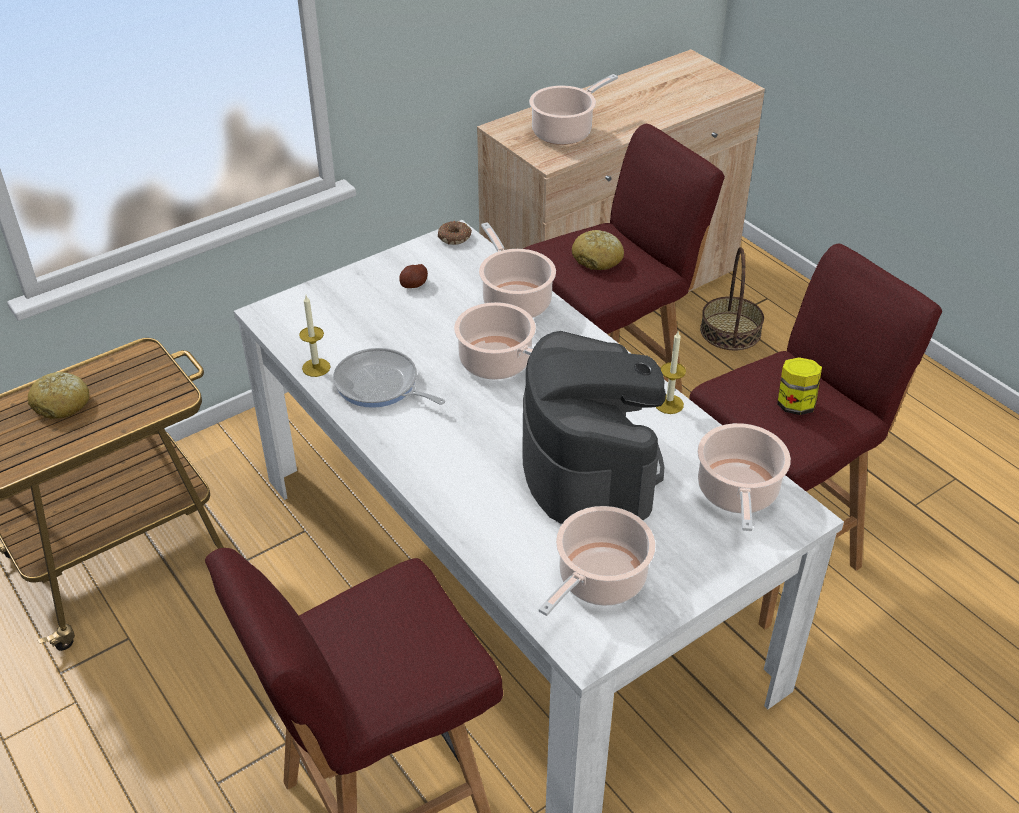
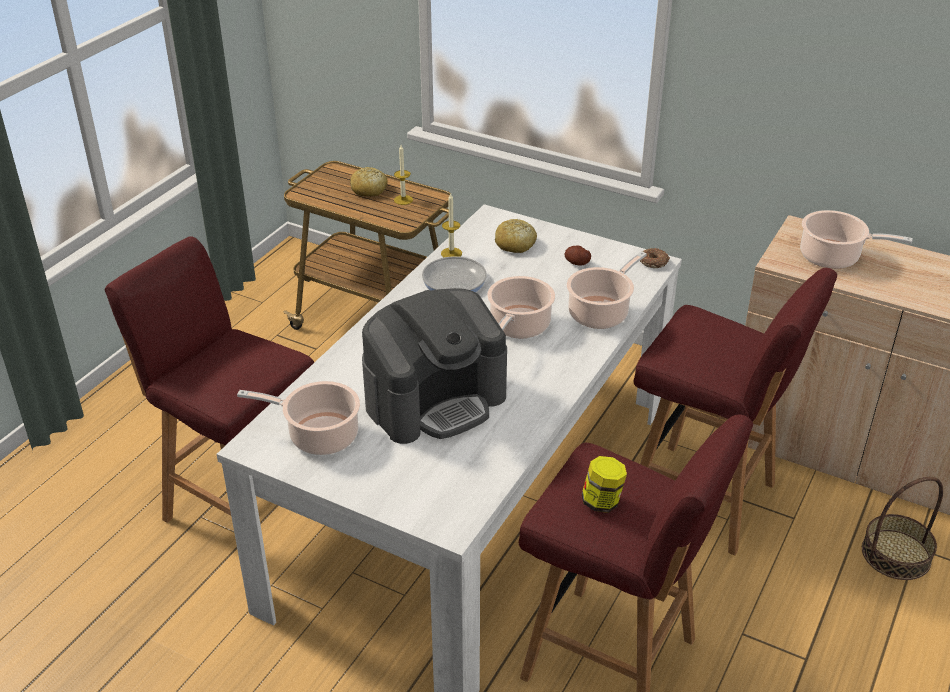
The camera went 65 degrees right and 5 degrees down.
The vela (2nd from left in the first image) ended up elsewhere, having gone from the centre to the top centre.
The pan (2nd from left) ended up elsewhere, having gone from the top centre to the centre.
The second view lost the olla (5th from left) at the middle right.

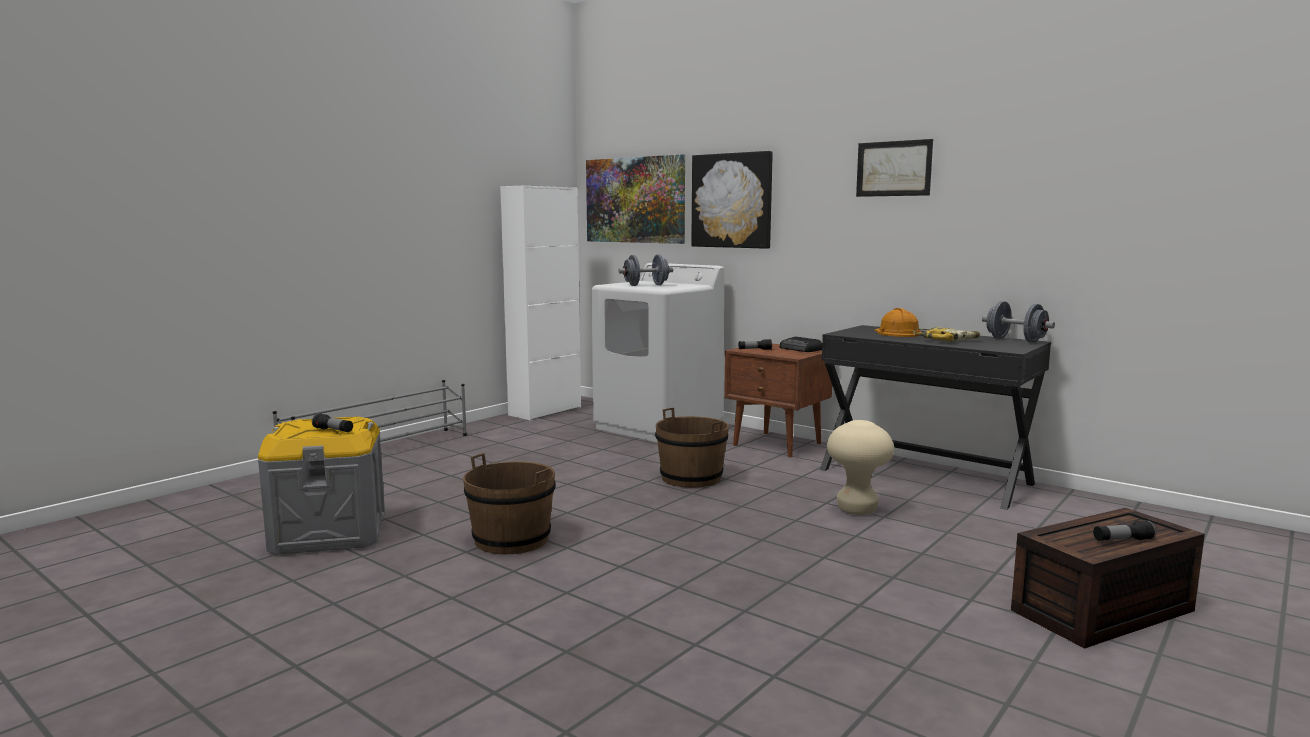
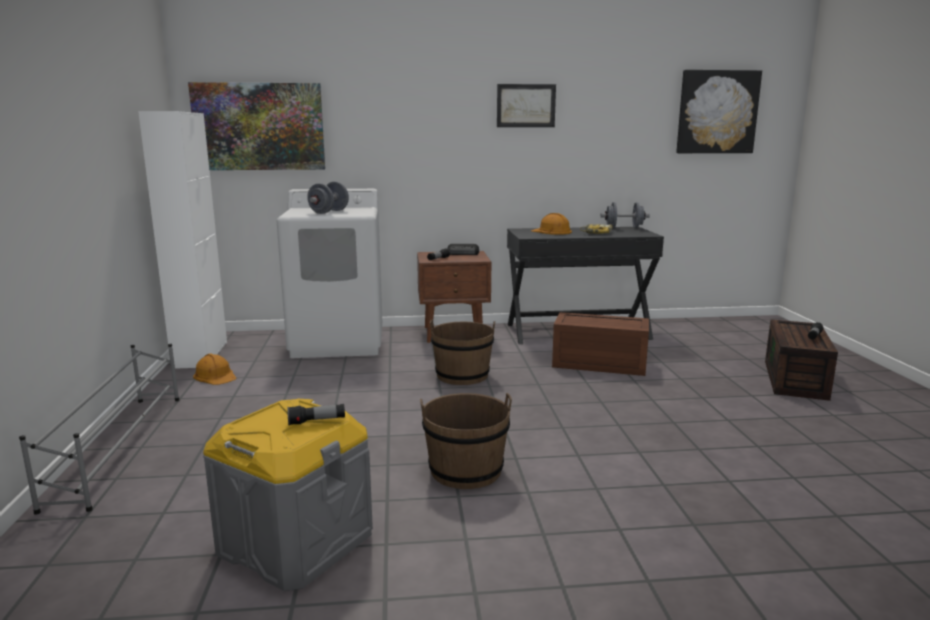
The camera went 45 degrees left and 5 degrees up.
The second view gained the casco/naranja (1st from left) at the middle left.
Where the taburete/beis stood at the centre, the caja de almacenaje/marrón (1st from left) came to stand at the centre.
The cuadro (2nd from left in the first image) ended up elsewhere, having gone from the top centre to the top right.

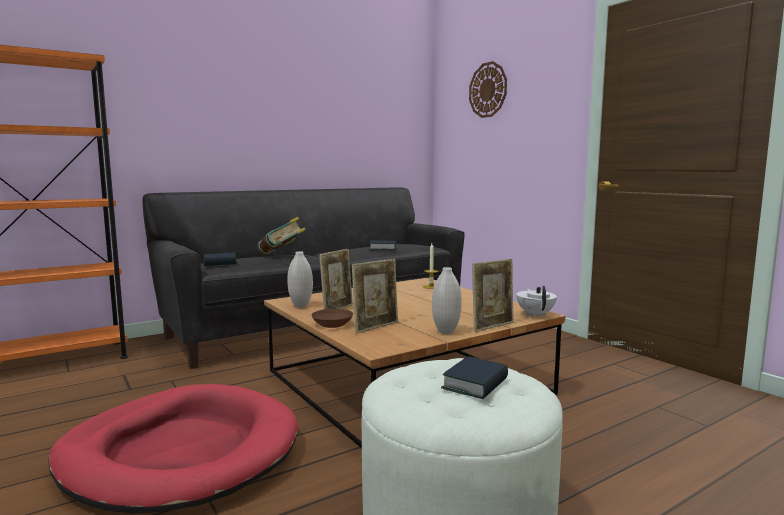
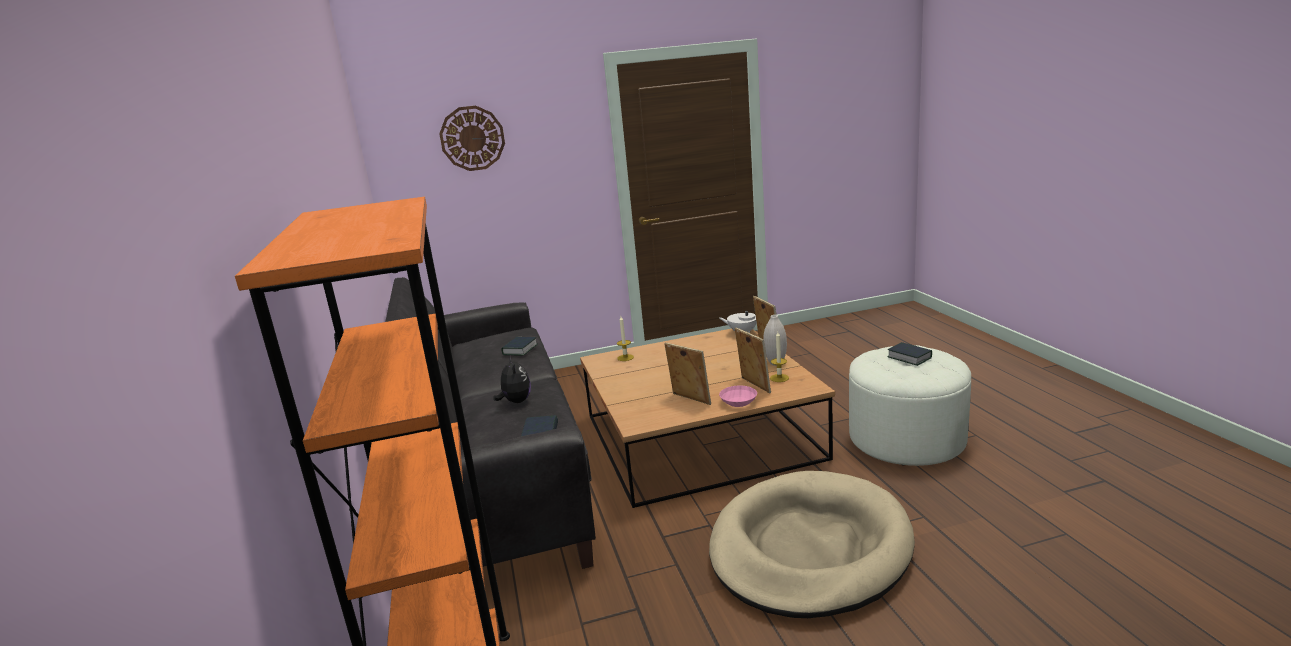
The camera went 70 degrees left and 10 degrees up.
Where the libro (2nd from left) stood at the centre, the peluche came to stand at the centre.
What was the cama para perro/rojo at the bottom left turned into the cama para perro/beis at the bottom centre.
What was the cuenco/marrón at the centre turned into the cuenco/rosa at the centre.
The second view gained the vela (2nd from left) at the centre.
The second view lost the florero/blanco (1st from left) at the centre.

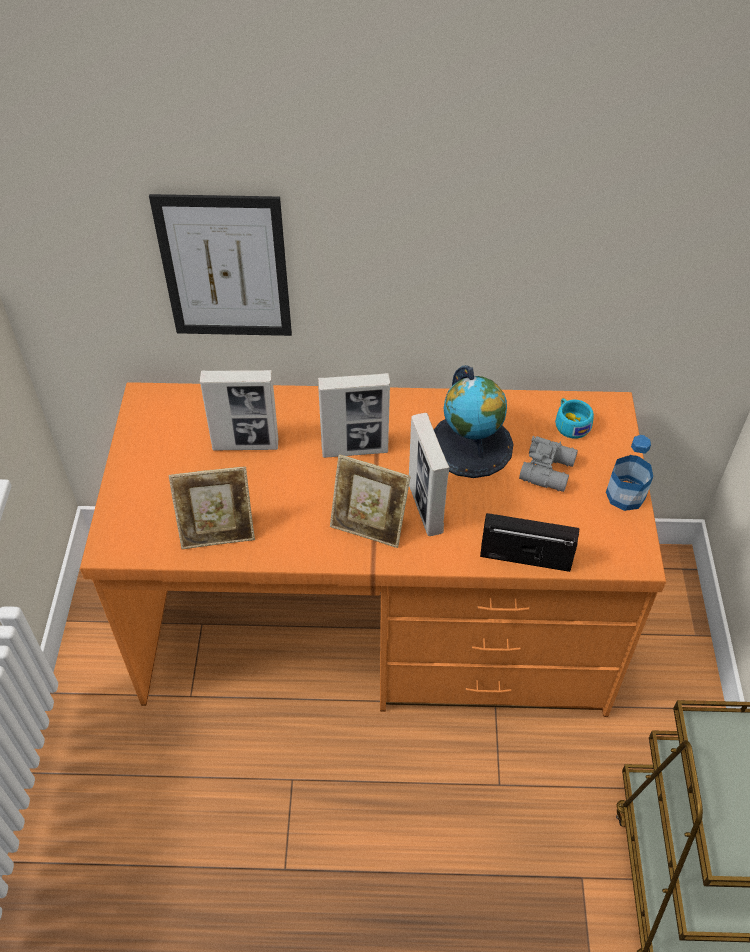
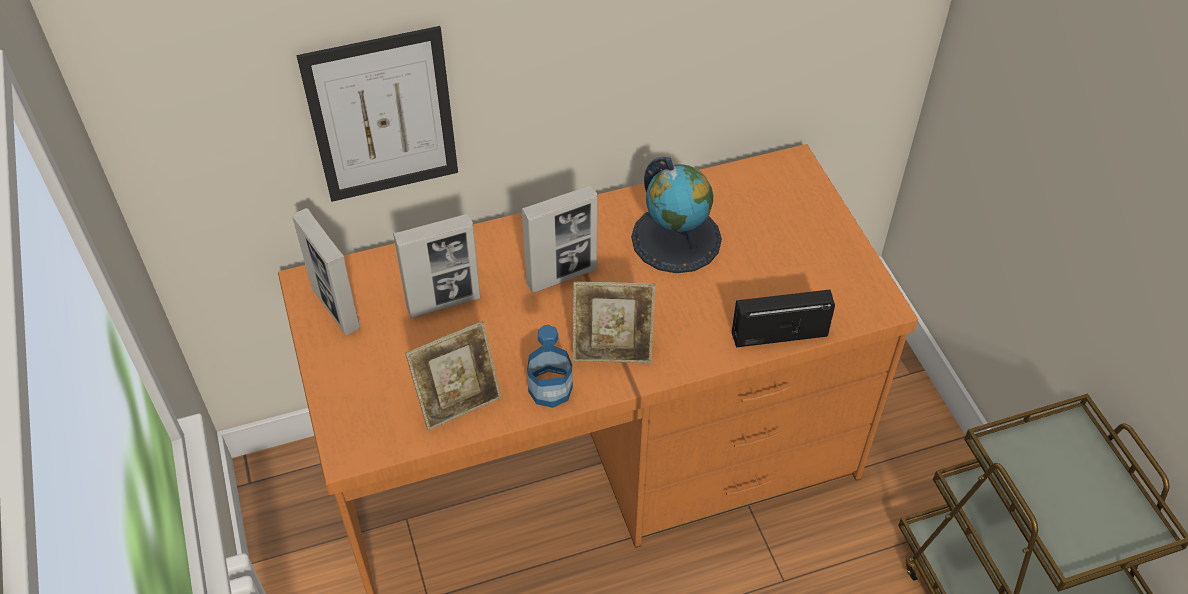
The camera went 20 degrees left and 0 degrees up.
The portarretratos (5th from left in the first image) ended up elsewhere, having gone from the centre to the middle left.
The botella ended up elsewhere, having gone from the middle right to the centre.
The second view lost the prismáticos/gris at the middle right.
The second view lost the taza/turquesa at the middle right.

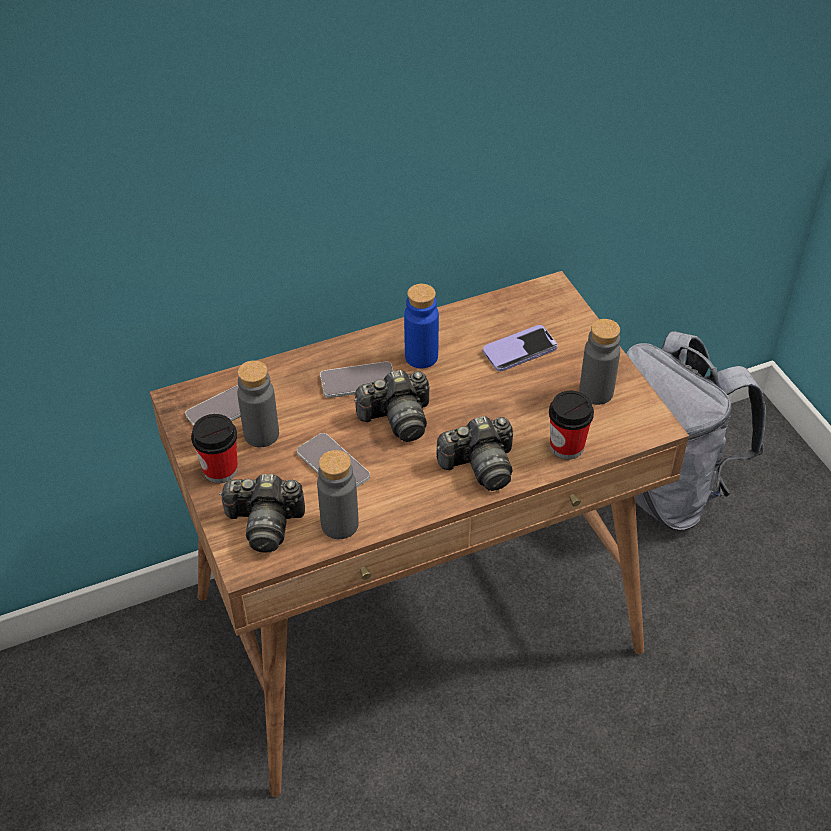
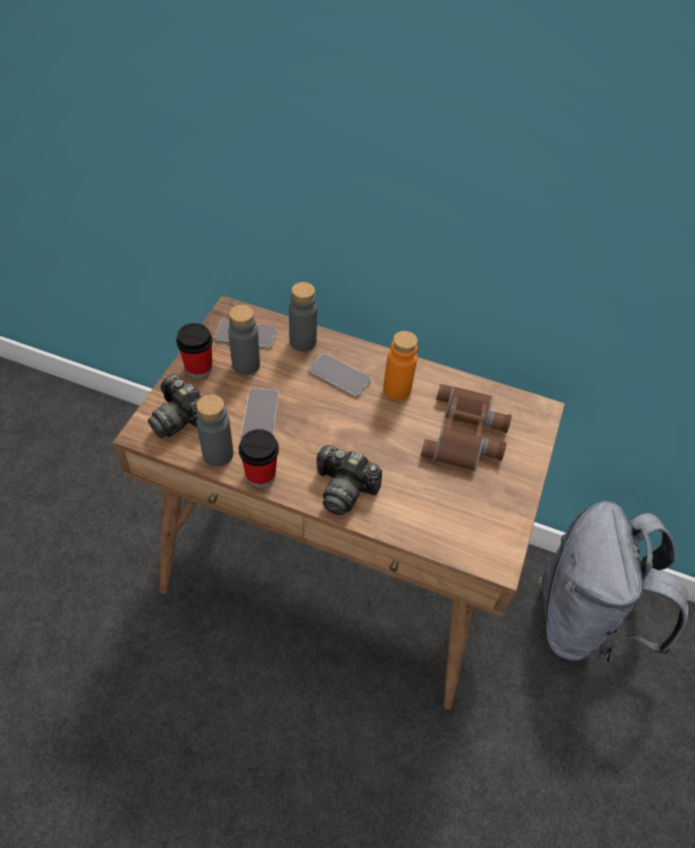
The camera went 40 degrees right and 5 degrees up.
The taza (2nd from left) ended up elsewhere, having gone from the middle right to the centre.
The botella/gris (3rd from left) ended up elsewhere, having gone from the middle right to the centre.
What was the botella/azul at the centre turned into the botella/naranja at the centre.
Where the móvil (4th from left) stood at the centre, the prismáticos/marrón came to stand at the middle right.
The second view lost the cámara (2nd from left) at the centre.

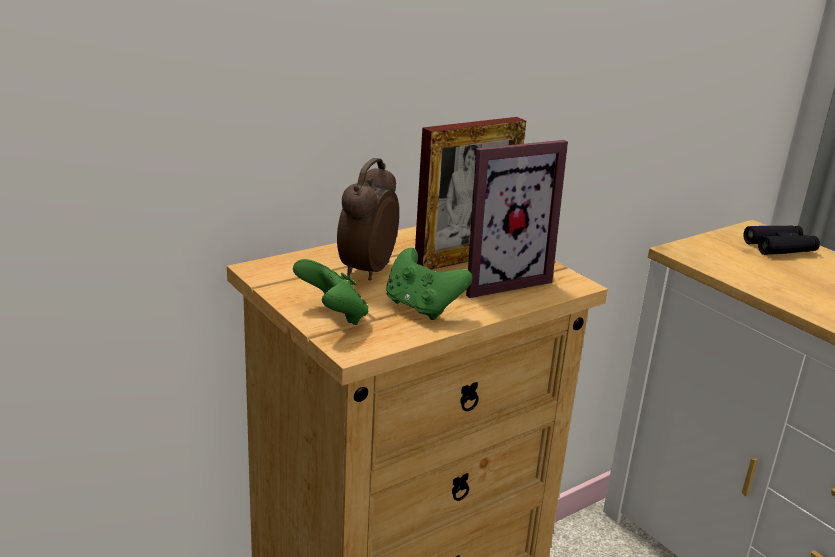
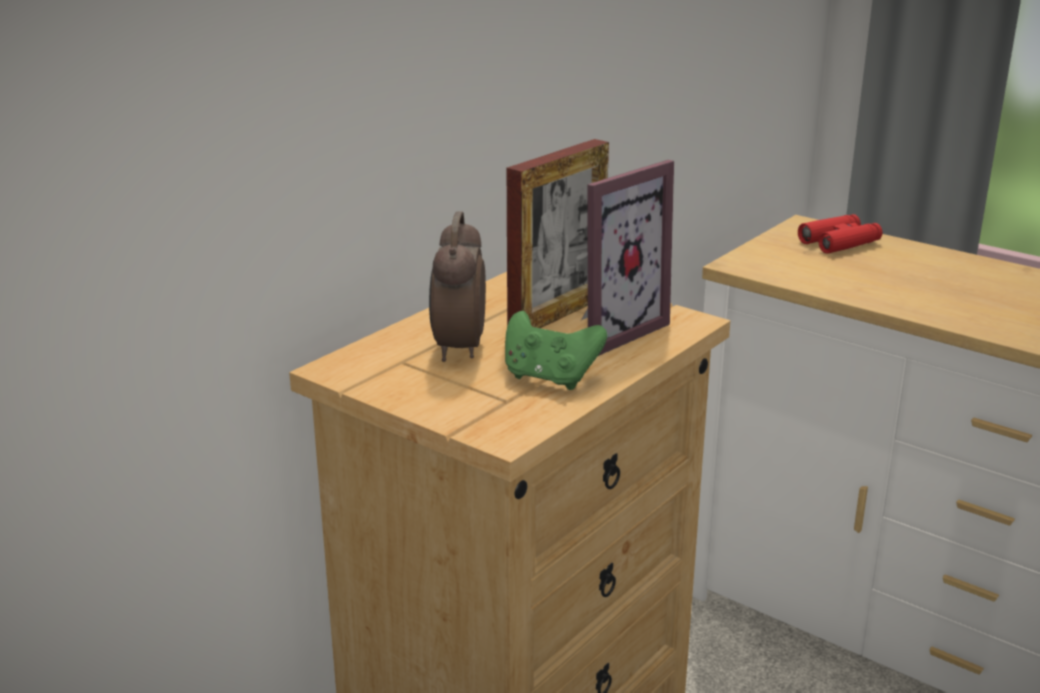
The camera went 15 degrees left and 0 degrees up.
What was the prismáticos/negro at the middle right turned into the prismáticos/rojo at the middle right.
The second view lost the mando de consola/verde (1st from left) at the centre.

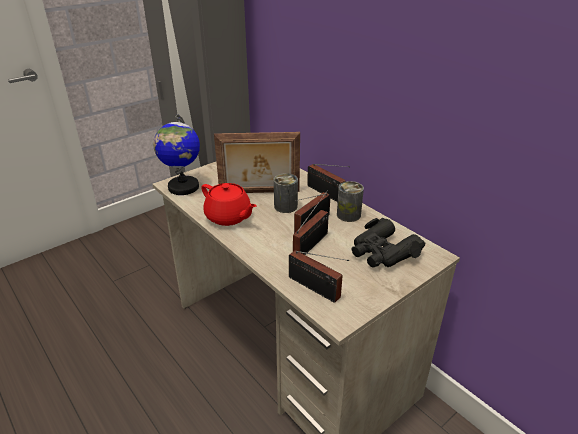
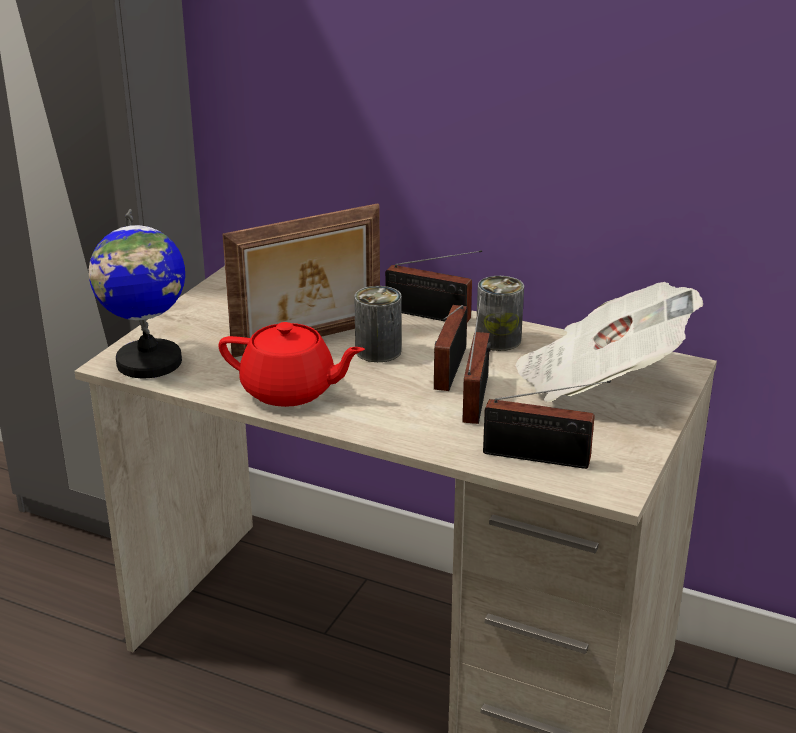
The camera went 25 degrees left and 5 degrees down.
Where the prismáticos/negro stood at the middle right, the periódico came to stand at the middle right.

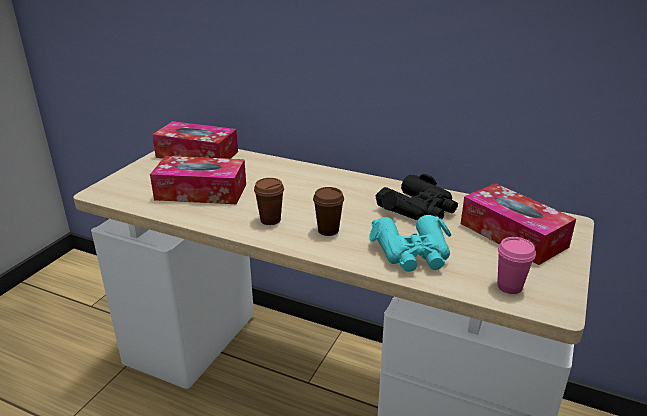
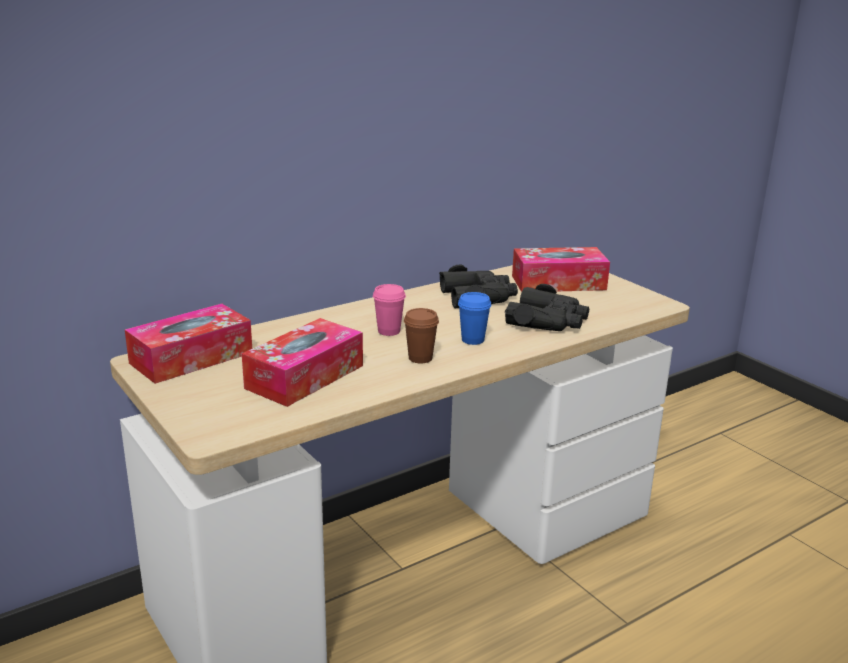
The camera went 60 degrees left and 5 degrees down.
The taza/rosa ended up elsewhere, having gone from the middle right to the centre.
What was the taza/marrón (2nd from left) at the centre turned into the taza/azul at the centre.
What was the prismáticos/turquesa at the centre turned into the prismáticos/negro (2nd from left) at the centre.

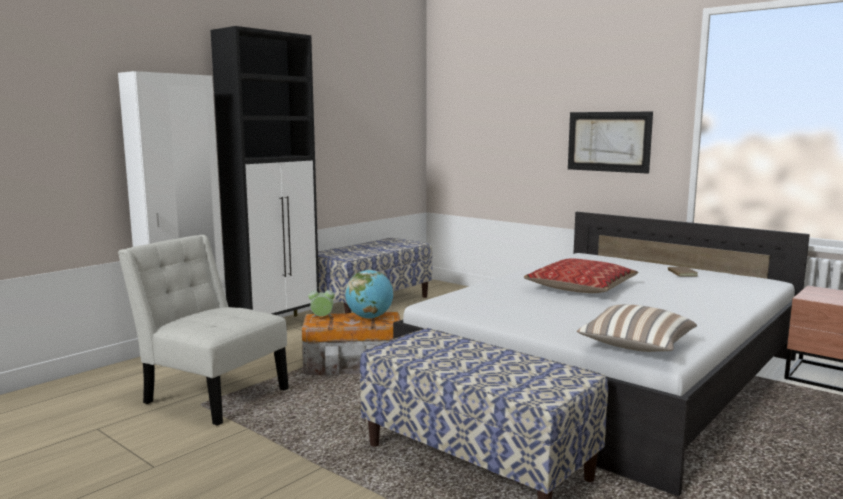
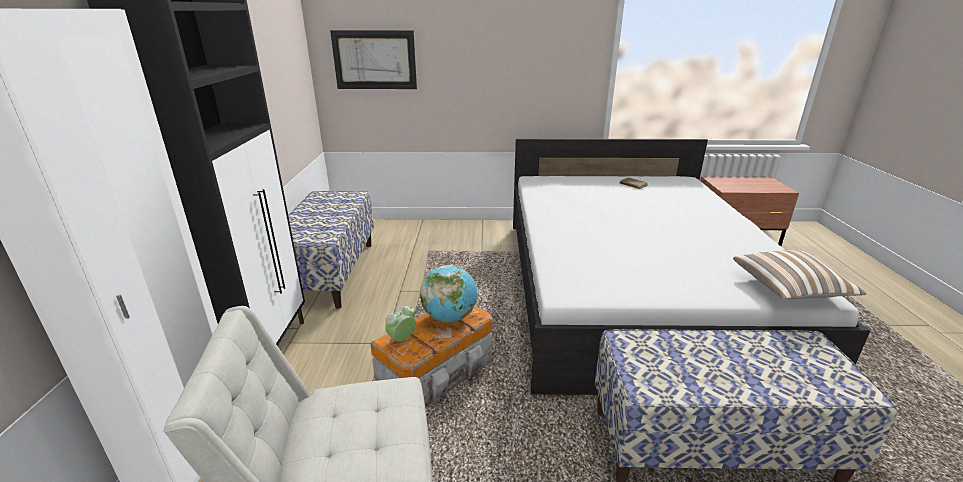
The camera went 40 degrees left and 15 degrees up.
The cuadro ended up elsewhere, having gone from the top right to the top centre.
The second view lost the cojín (1st from left) at the middle right.

